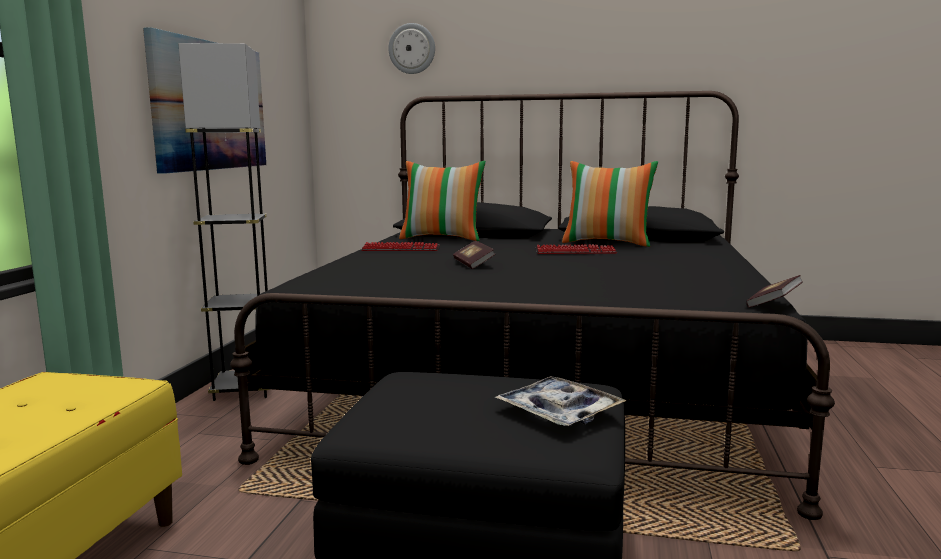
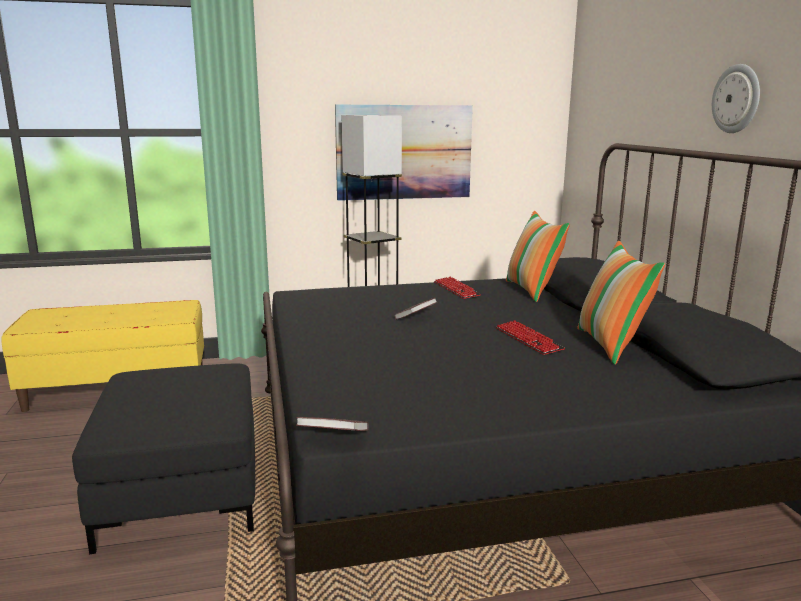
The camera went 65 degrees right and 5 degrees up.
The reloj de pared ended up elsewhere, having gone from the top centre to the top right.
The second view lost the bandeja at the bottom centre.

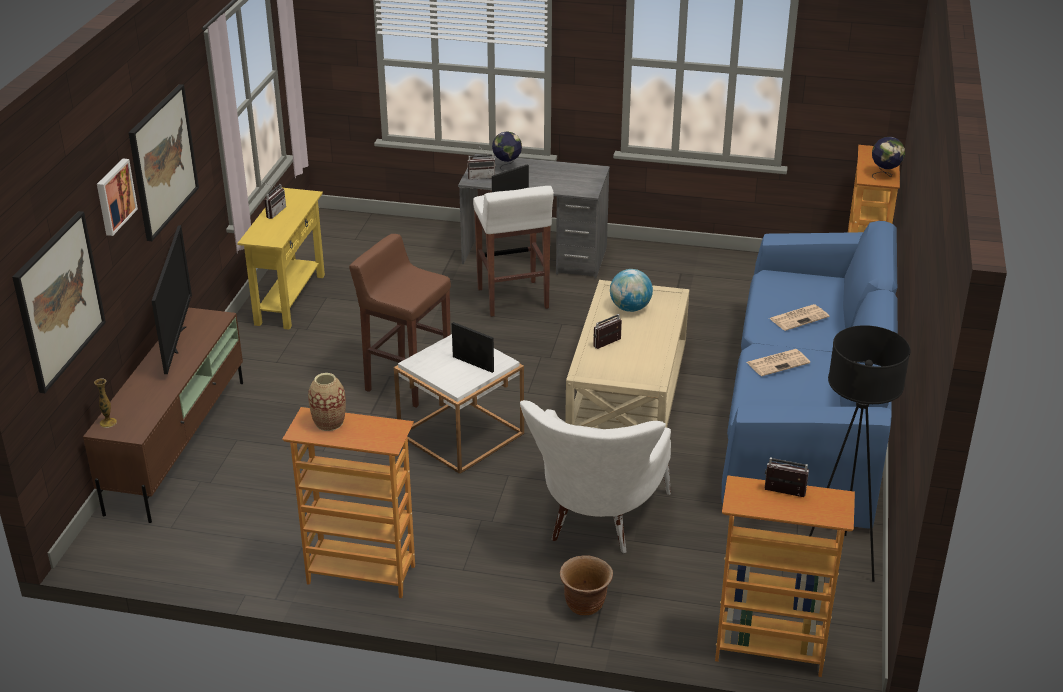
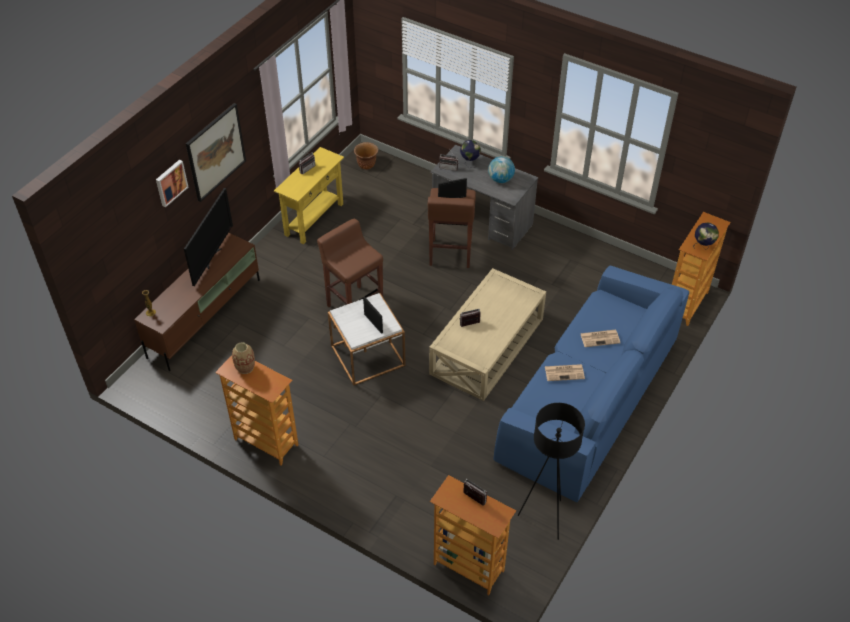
The camera went 20 degrees right and 15 degrees up.
The maceta/marrón ended up elsewhere, having gone from the bottom centre to the top centre.
What was the taburete/blanco at the centre turned into the taburete/marrón (2nd from left) at the centre.
The globo terráqueo (2nd from left) ended up elsewhere, having gone from the centre to the top centre.
The second view lost the cuadro (1st from left) at the middle left.
The second view lost the sillón/blanco at the bottom centre.

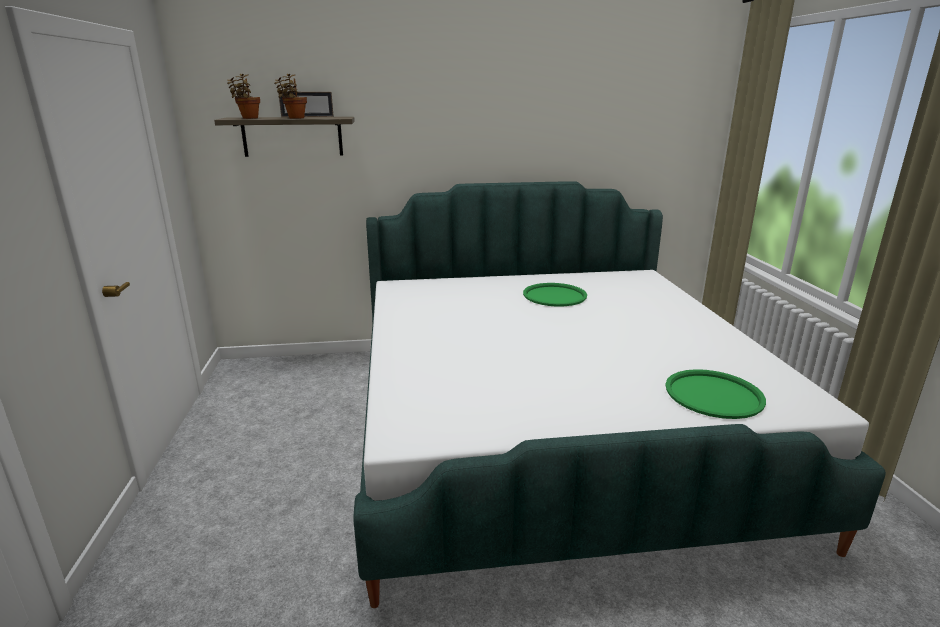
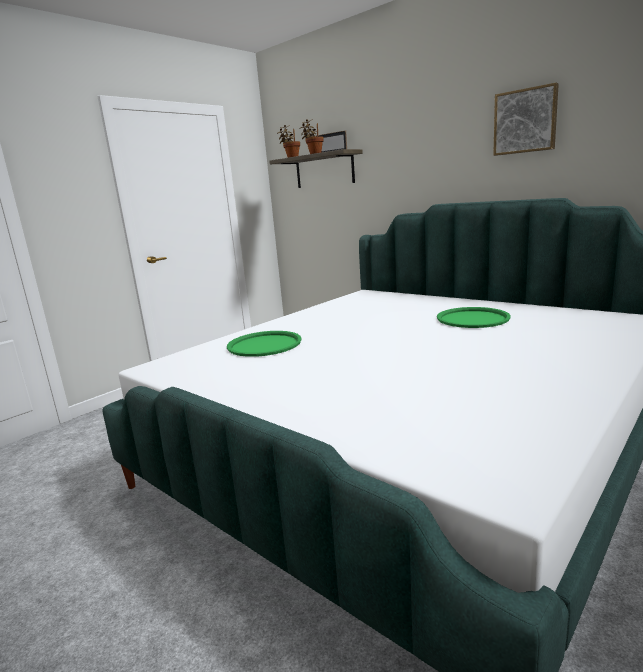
The camera went 50 degrees right and 5 degrees down.
The bandeja/verde (2nd from left in the first image) ended up elsewhere, having gone from the middle right to the centre.
The second view gained the cuadro at the top right.

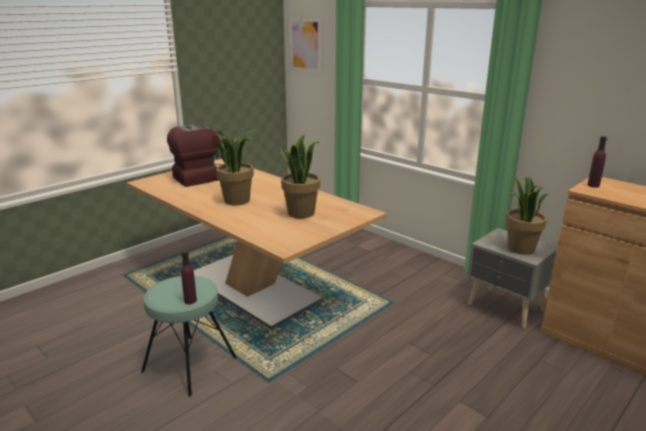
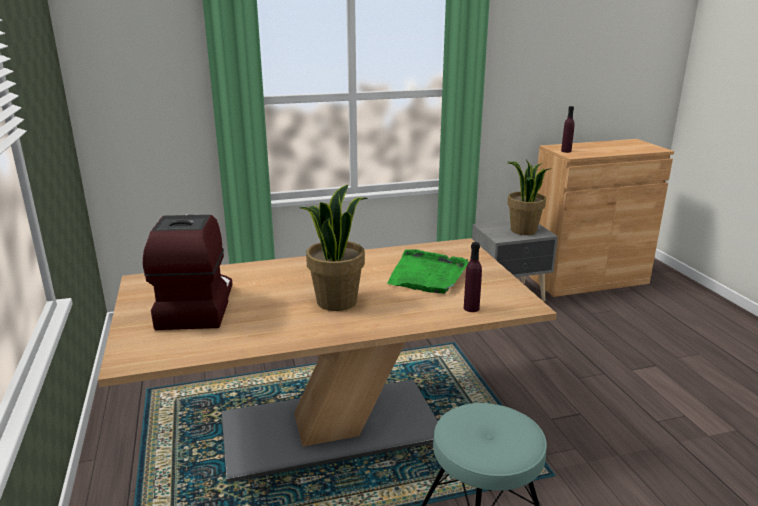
The camera went 60 degrees left and 0 degrees up.
Where the planta en maceta (2nd from left) stood at the centre, the bandeja/verde came to stand at the centre.
The botella/morado (1st from left) ended up elsewhere, having gone from the middle left to the centre.
The second view lost the cuadro at the top centre.

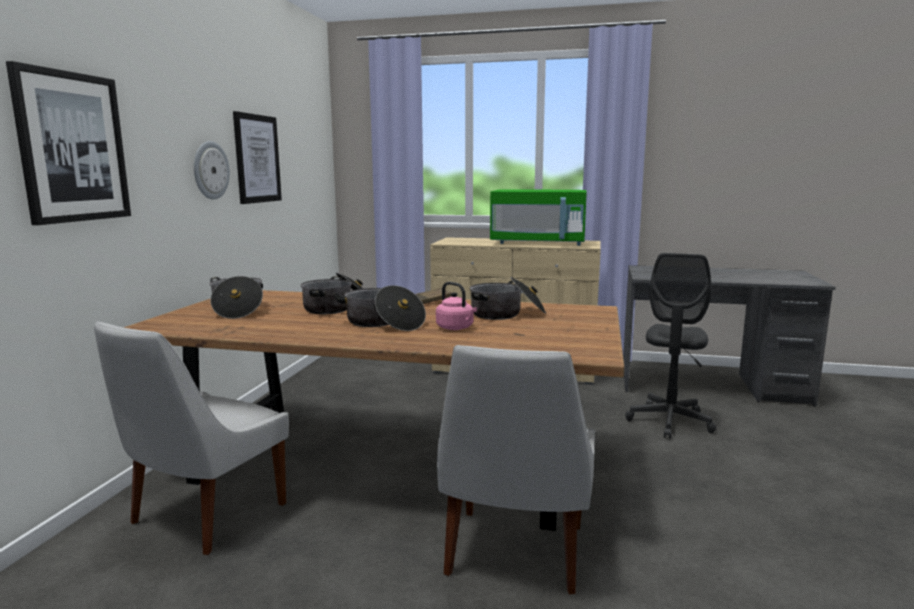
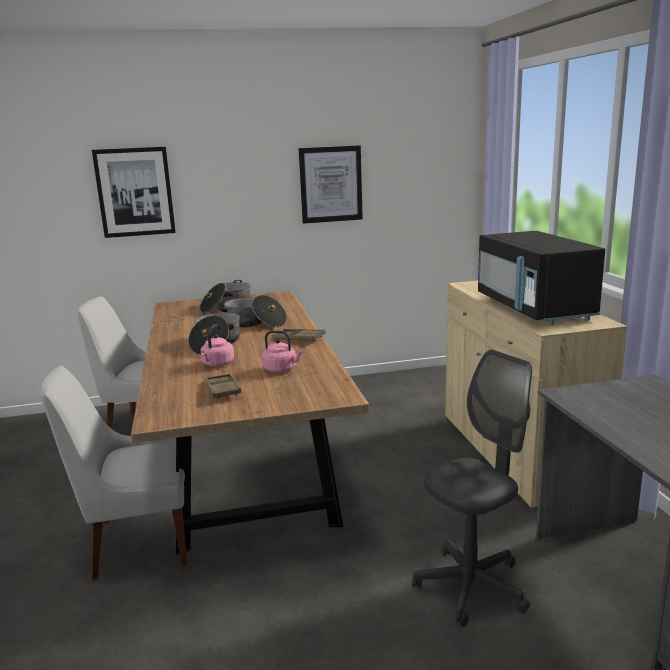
The camera went 65 degrees right and 5 degrees up.
The second view gained the bandeja/marrón (1st from left) at the middle left.
Where the olla (4th from left) stood at the centre, the hervidor/rosa (2nd from left) came to stand at the centre.
The silla de oficina/gris at the middle right ended up facing another way, 150 degrees clockwise from before.
What was the microondas/verde at the centre turned into the microondas/negro at the middle right.
The second view lost the reloj de pared at the top left.

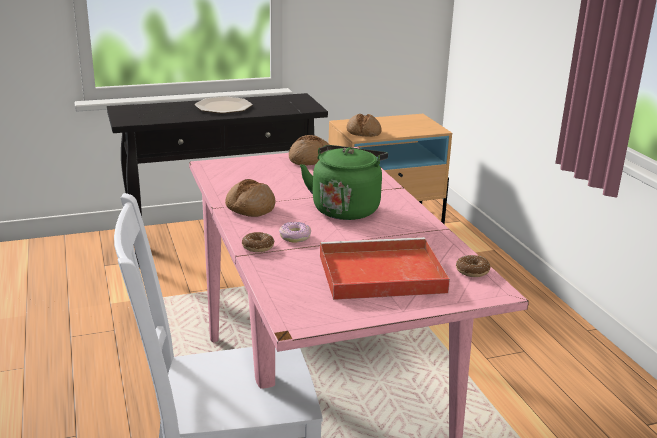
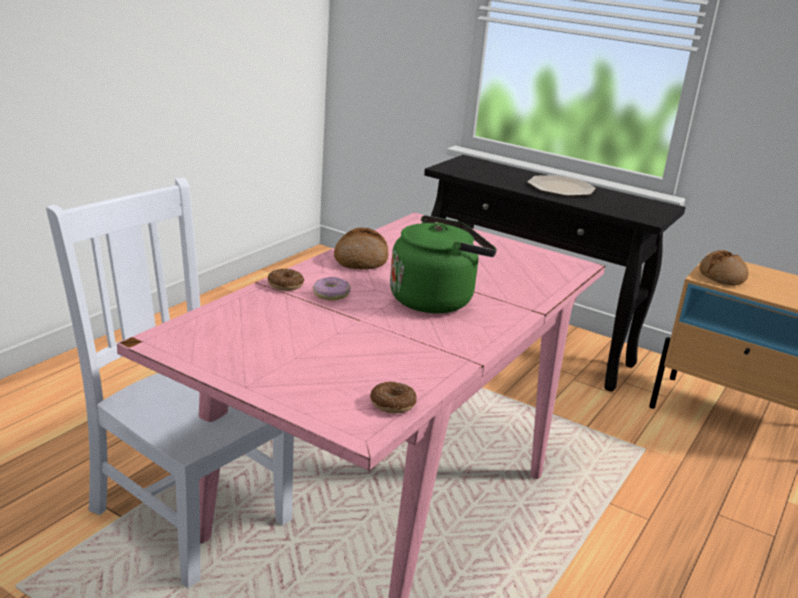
The camera went 50 degrees right and 0 degrees up.
The second view lost the pan (2nd from left) at the centre.
The second view lost the bandeja/rojo at the centre.

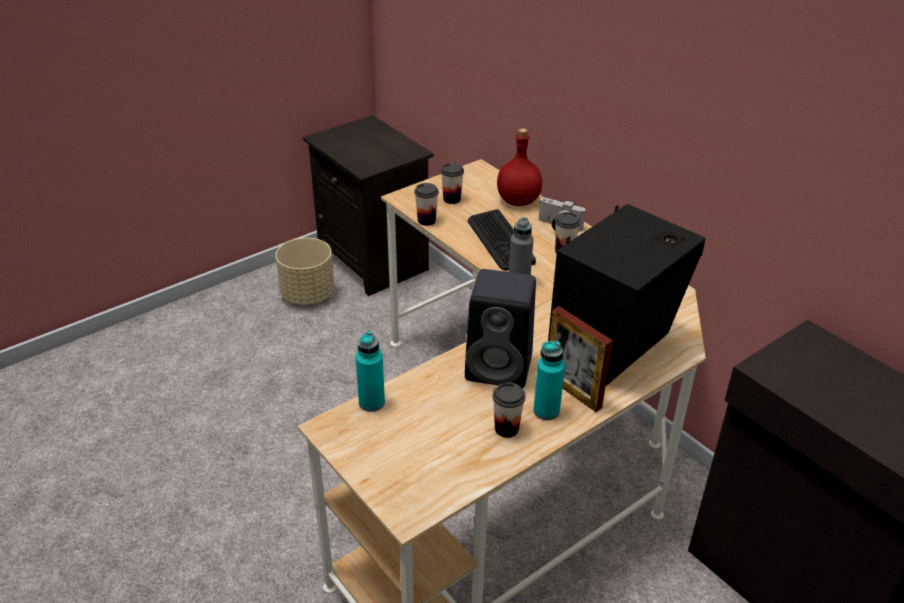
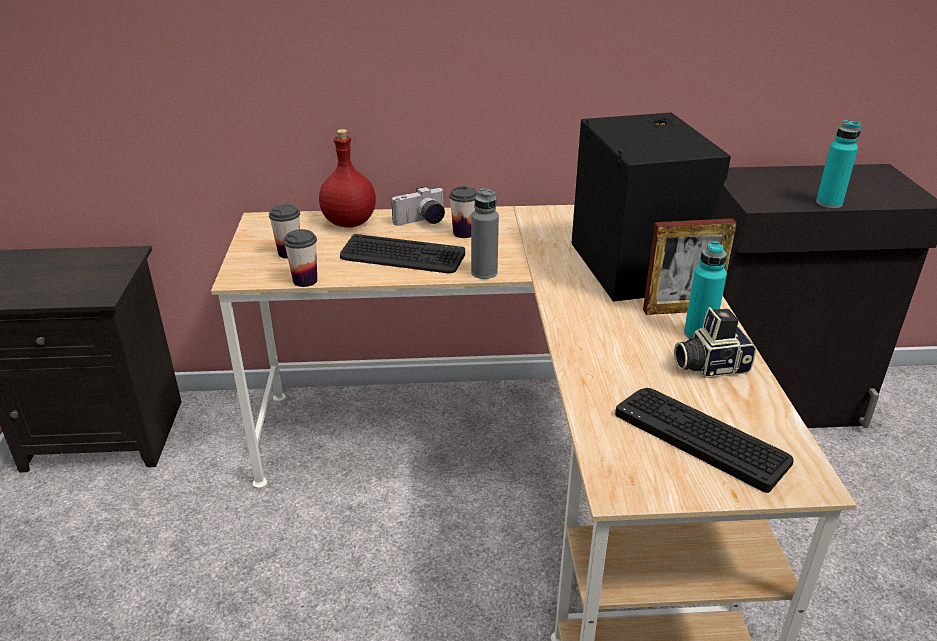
The camera went 55 degrees left and 5 degrees down.
The second view gained the teclado (2nd from left) at the bottom right.
Where the taza (3rd from left) stood at the bottom centre, the cámara (2nd from left) came to stand at the middle right.
The botella/turquesa (1st from left in the first image) ended up elsewhere, having gone from the centre to the top right.
The second view lost the maceta/beis at the centre.
The second view lost the altavoz/negro (1st from left) at the centre.

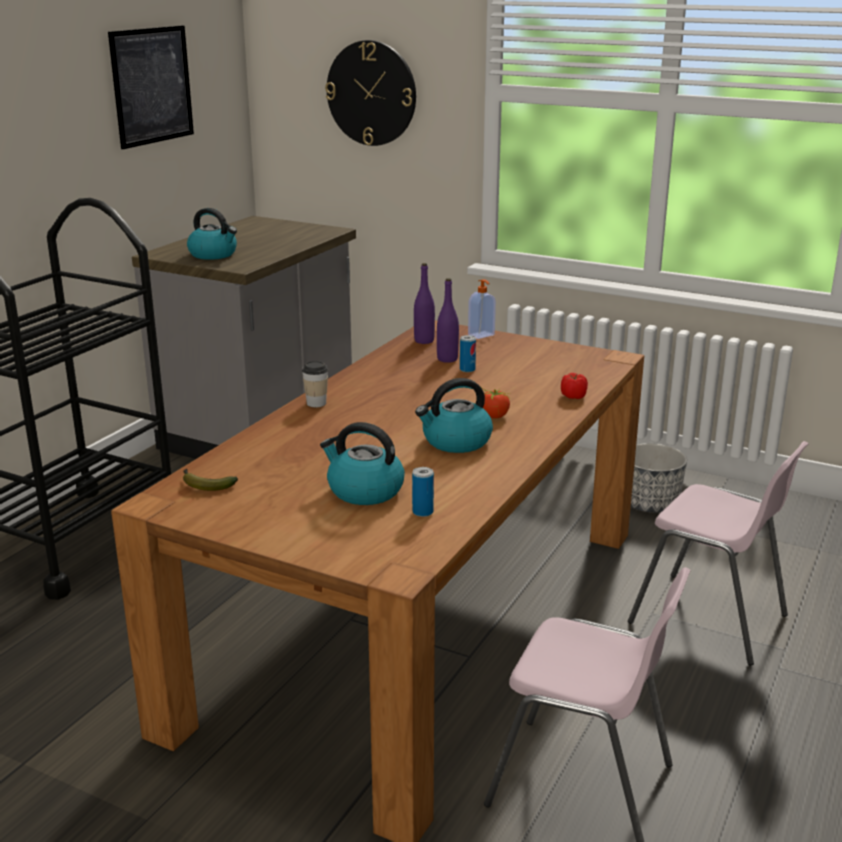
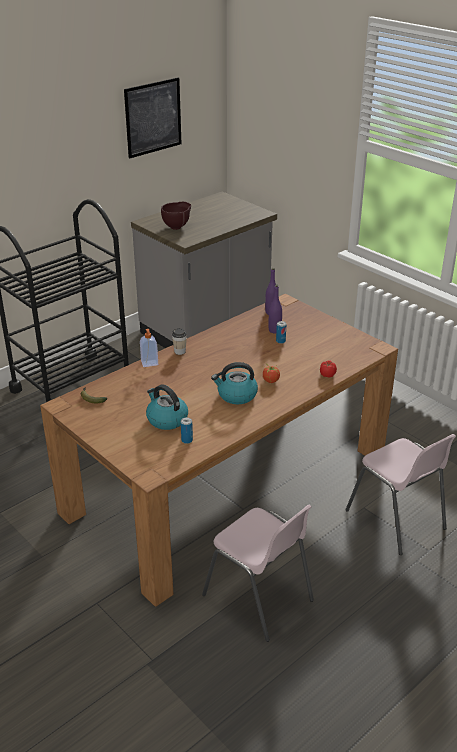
The camera went 20 degrees right and 10 degrees up.
The dispensador de jabón ended up elsewhere, having gone from the centre to the middle left.
Where the hervidor (1st from left) stood at the top left, the cuenco/marrón came to stand at the top centre.
The second view lost the reloj de pared at the top centre.
The second view lost the maceta at the middle right.

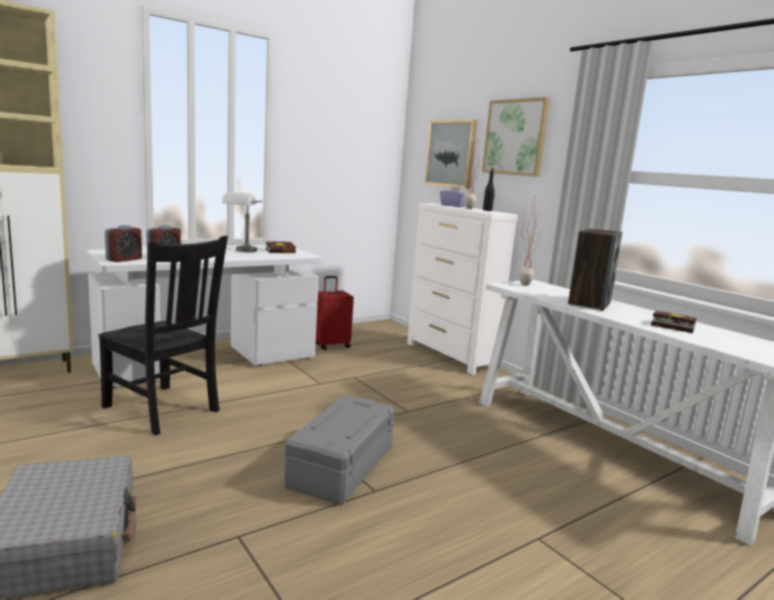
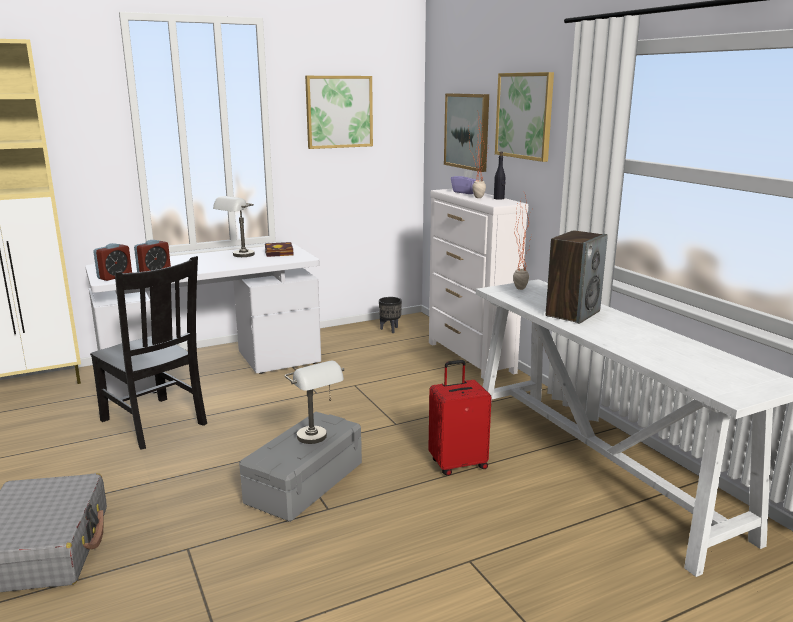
The camera went 10 degrees right and 5 degrees up.
The second view gained the lámpara de mesa/gris (2nd from left) at the centre.
The second view gained the cuadro (1st from left) at the top centre.
The second view gained the maceta/negro at the centre.
The maleta/rojo ended up elsewhere, having gone from the centre to the bottom centre.
The second view lost the libro (2nd from left) at the middle right.

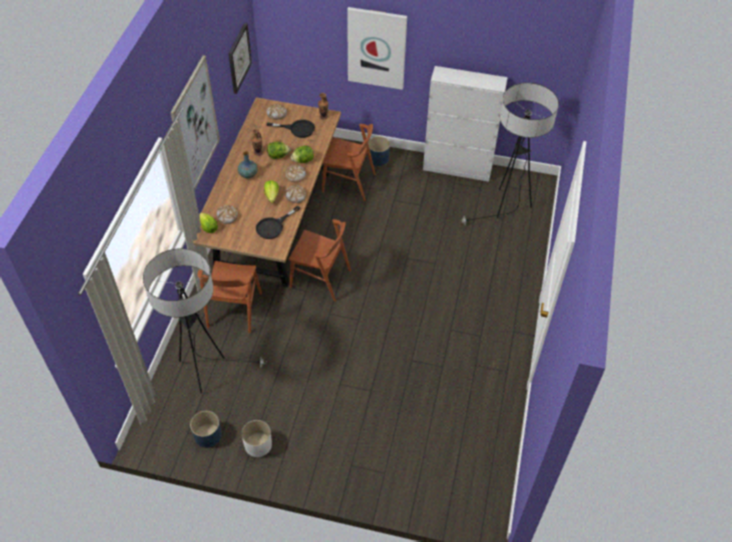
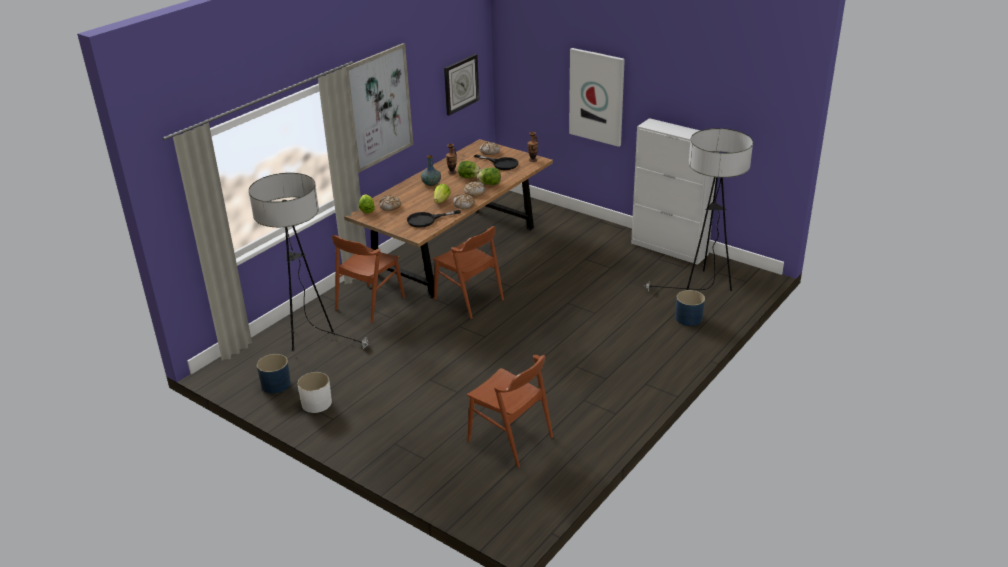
The camera went 25 degrees right and 20 degrees down.
The silla/marrón (3rd from left) ended up elsewhere, having gone from the top centre to the bottom centre.
The maceta/azul (2nd from left) ended up elsewhere, having gone from the top centre to the middle right.

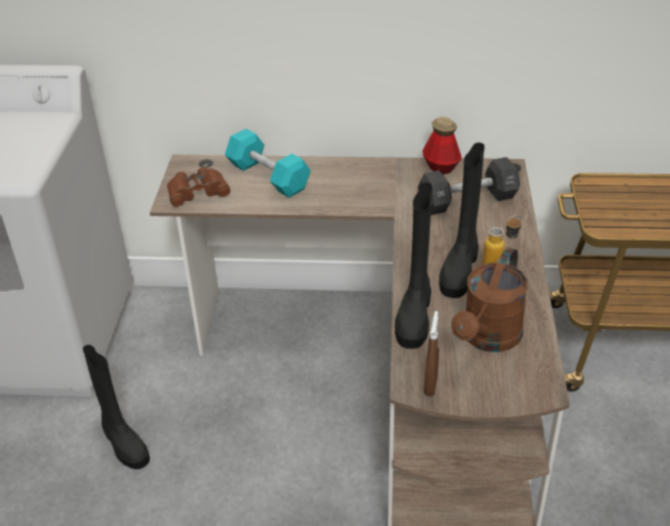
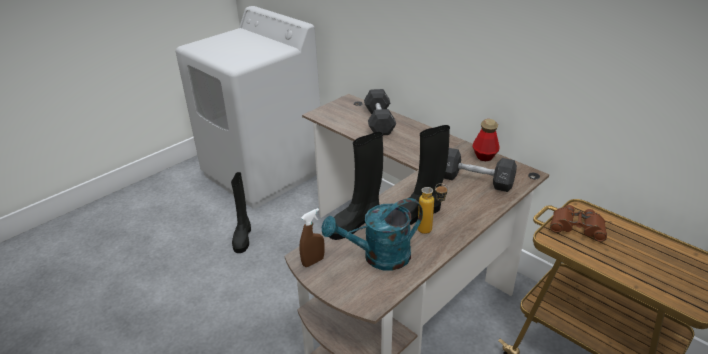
The camera went 40 degrees right and 5 degrees down.
What was the regadera/marrón at the middle right turned into the regadera/turquesa at the centre.
What was the mancuerna/turquesa at the top centre turned into the mancuerna/negro (1st from left) at the top centre.
The prismáticos/marrón ended up elsewhere, having gone from the middle left to the middle right.

